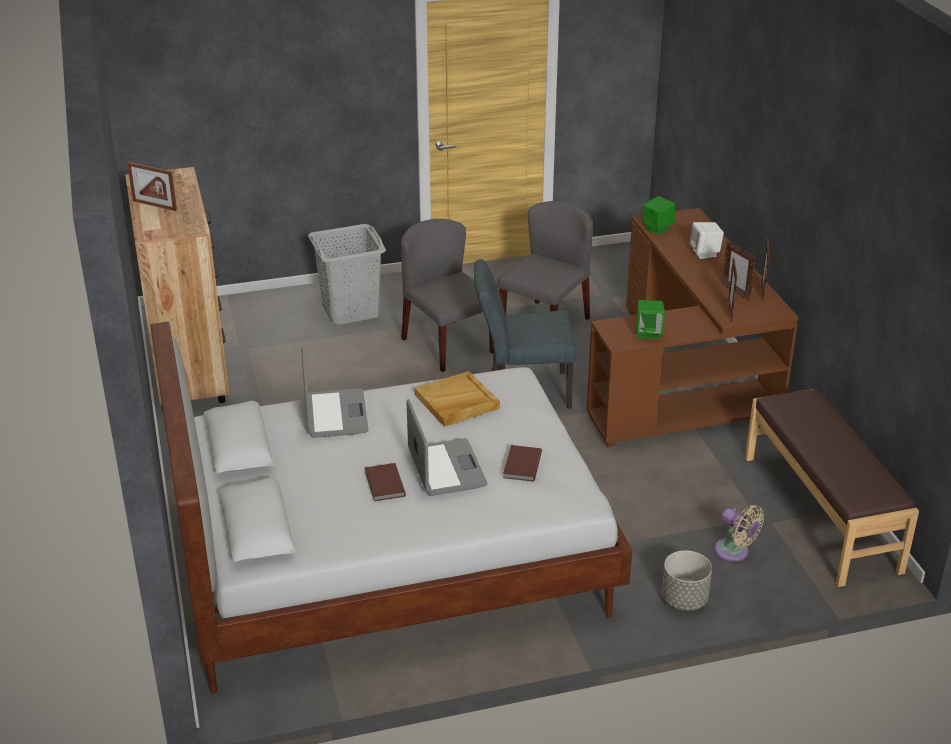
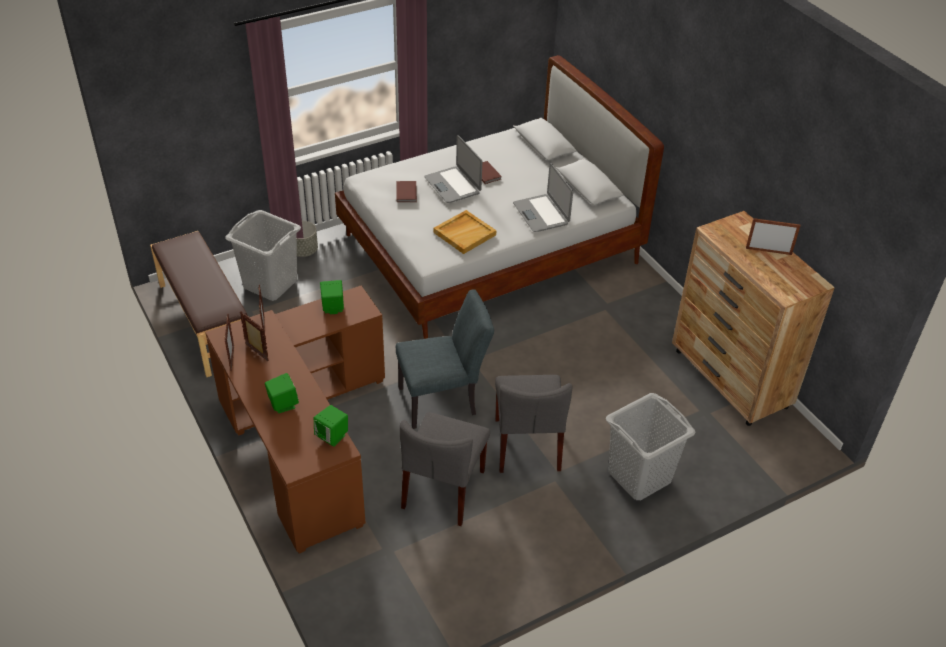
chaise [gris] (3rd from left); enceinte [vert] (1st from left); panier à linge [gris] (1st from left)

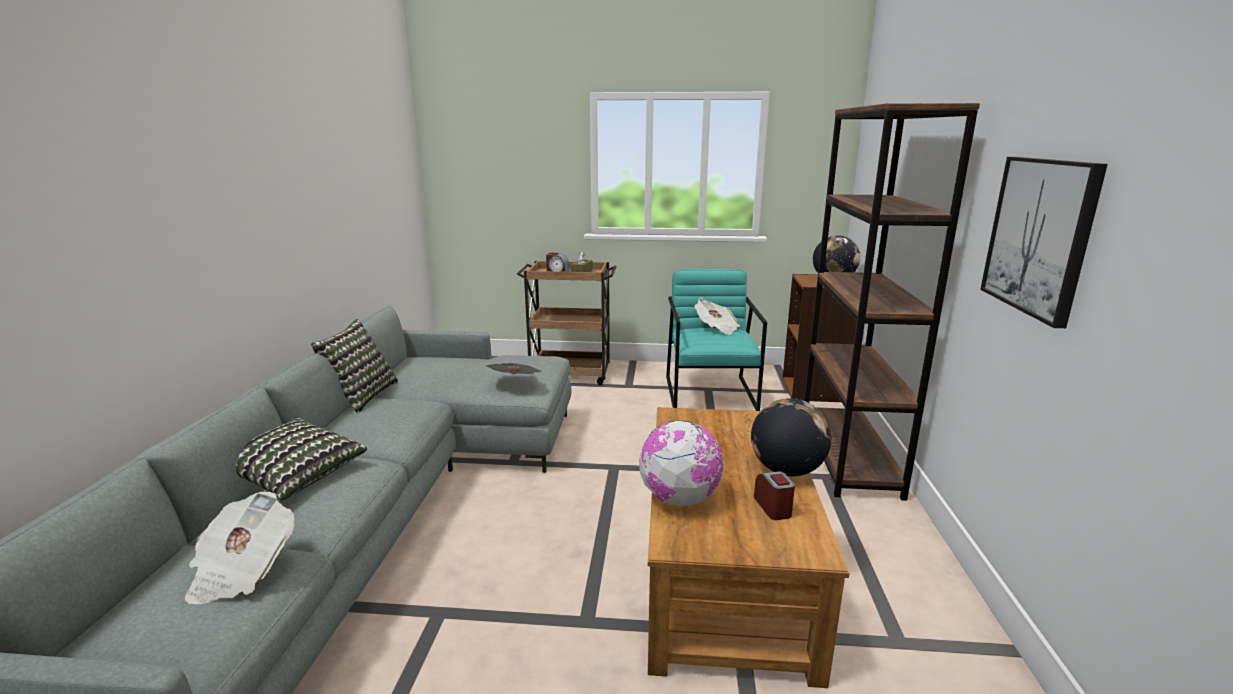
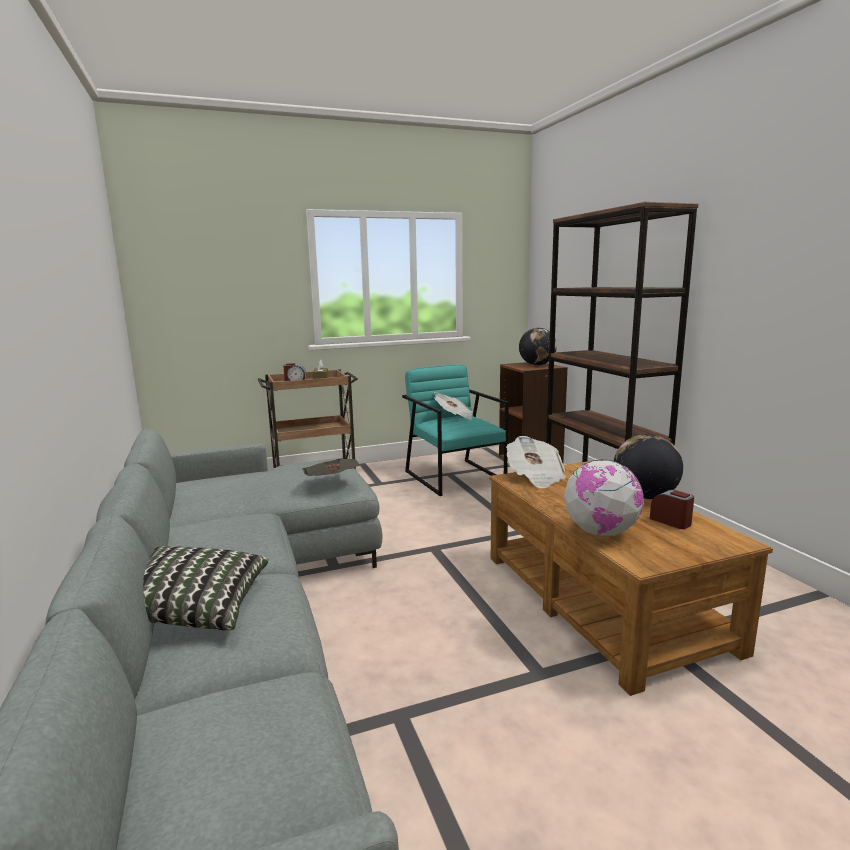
journal (3rd from left); coussin (2nd from left in the first image); tableau

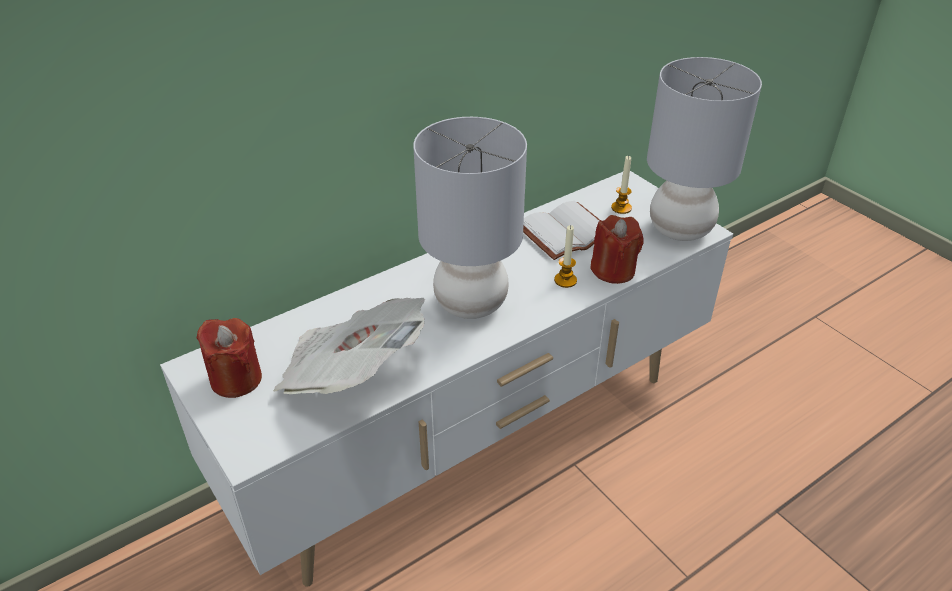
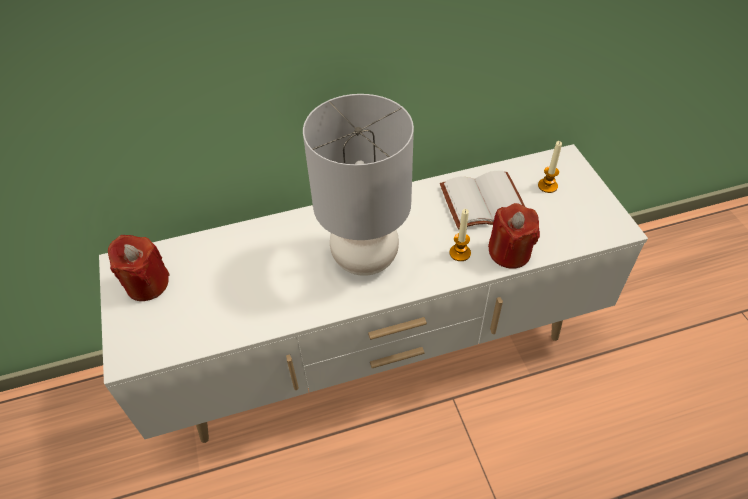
journal; lampe de table [gris] (2nd from left in the first image)

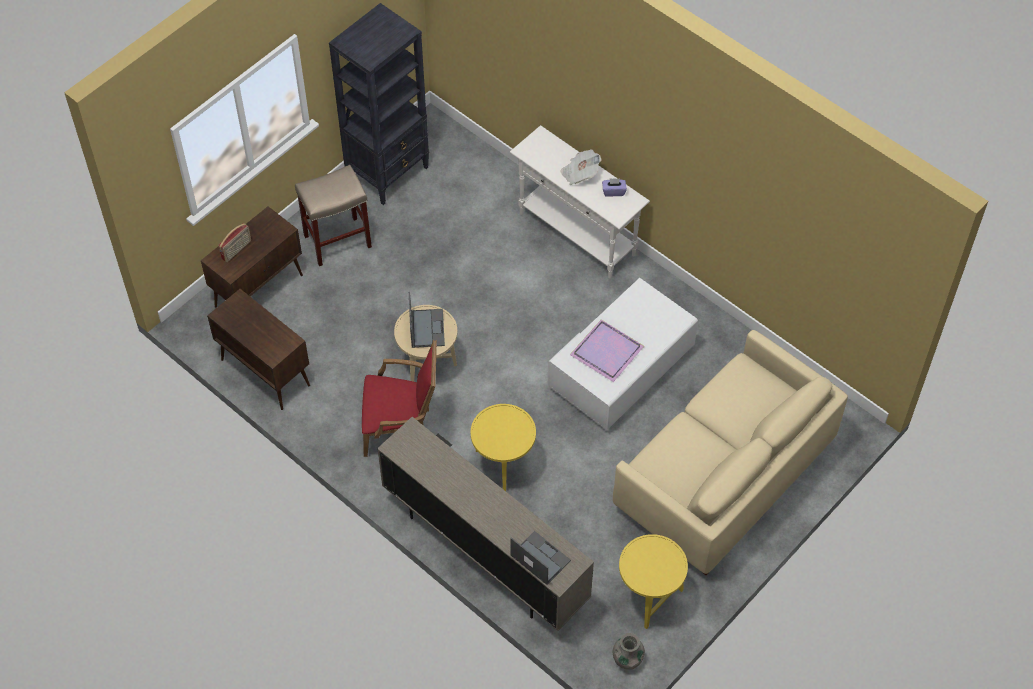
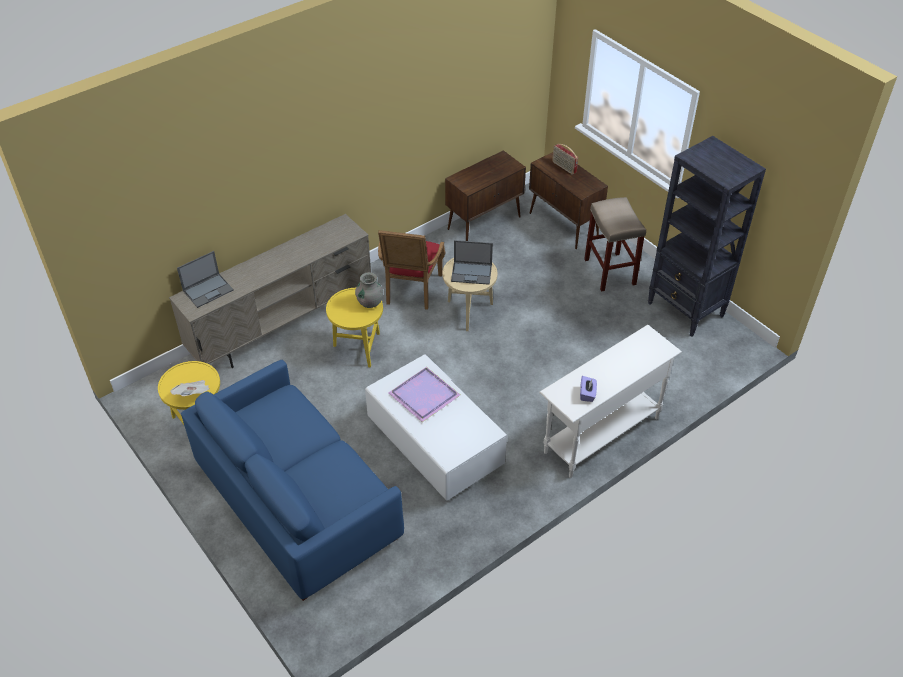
journal; canapé [bleu]; vase [gris]

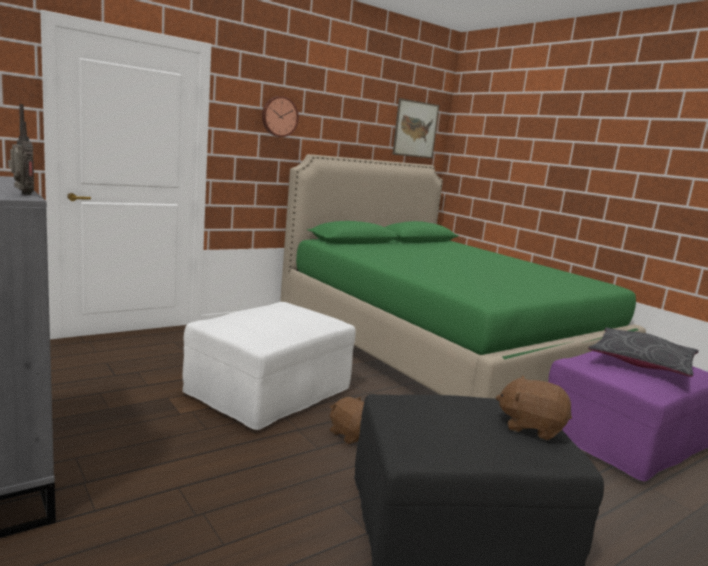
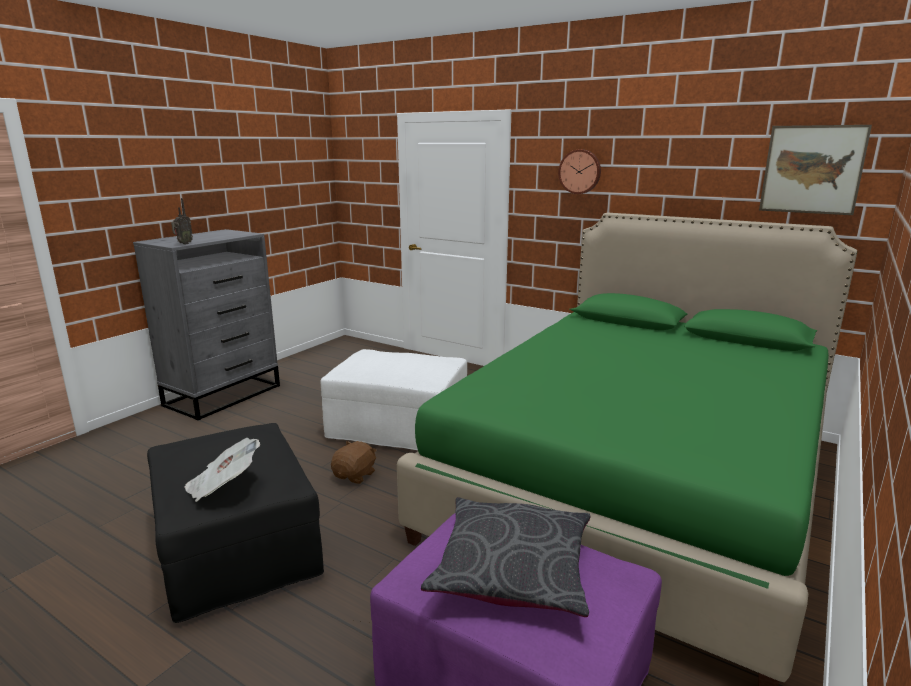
journal

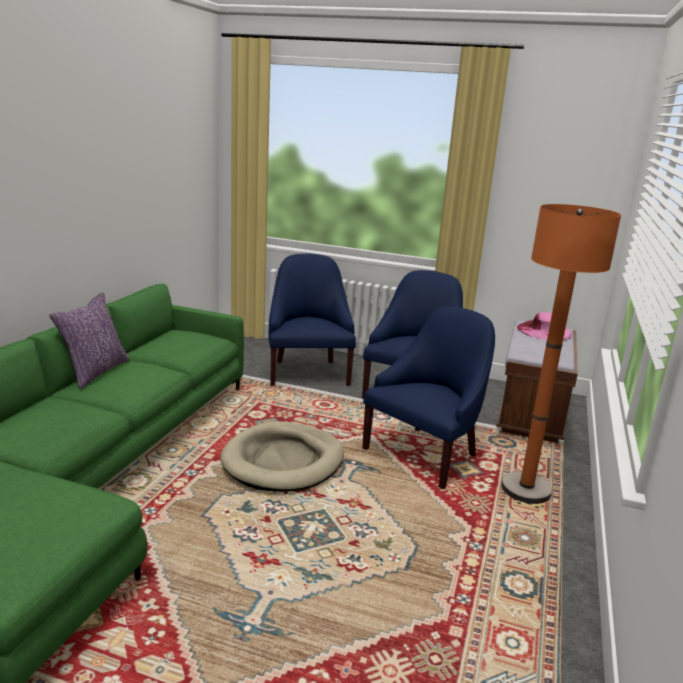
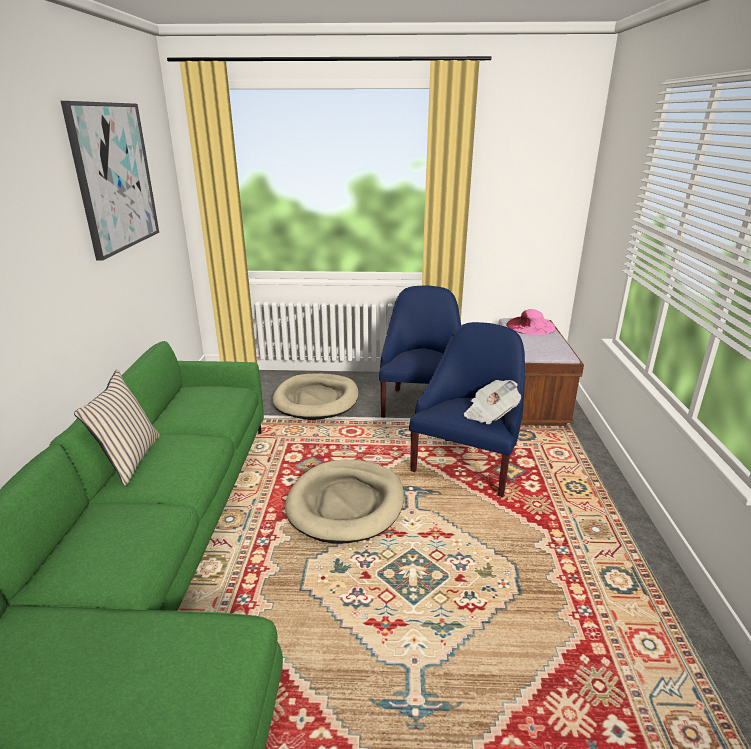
coussin [beige]; panier pour chien [beige] (1st from left); lampadaire [orange]; tableau; journal

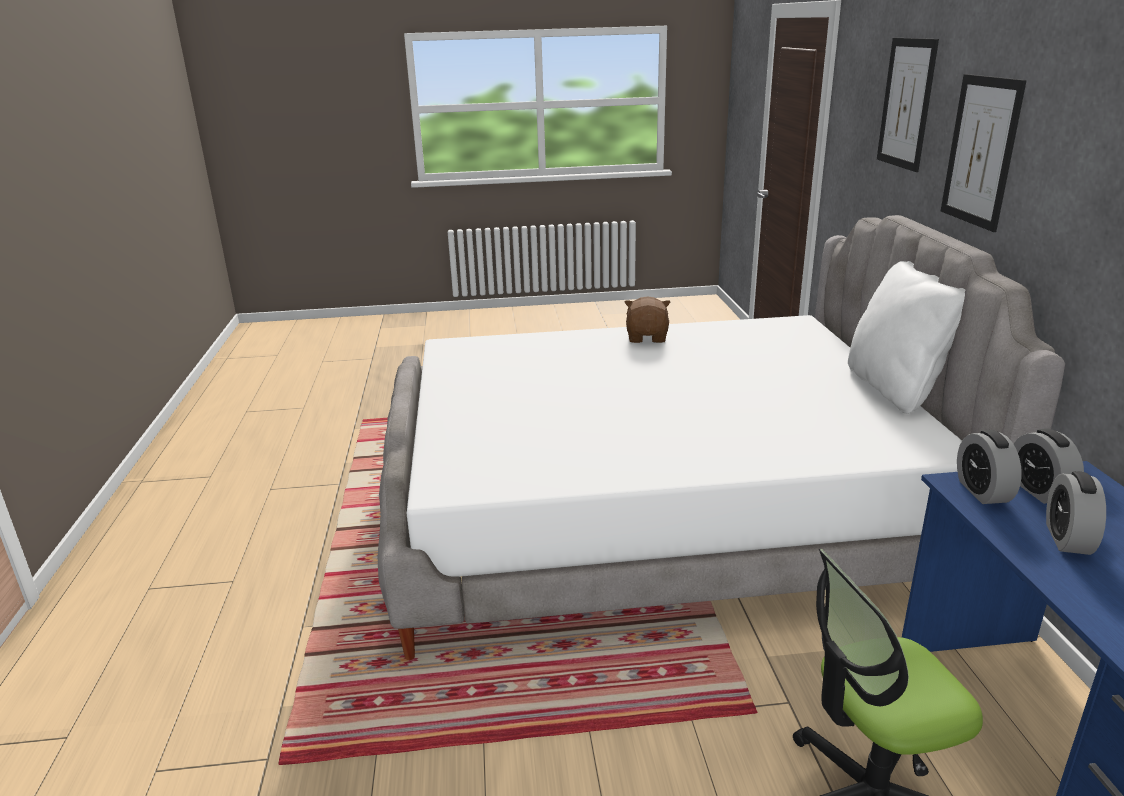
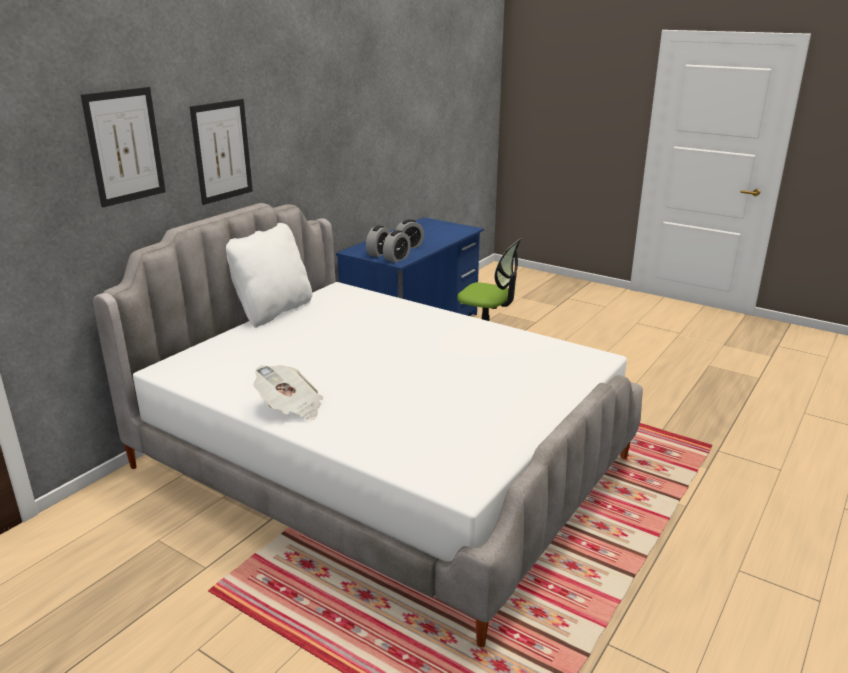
journal

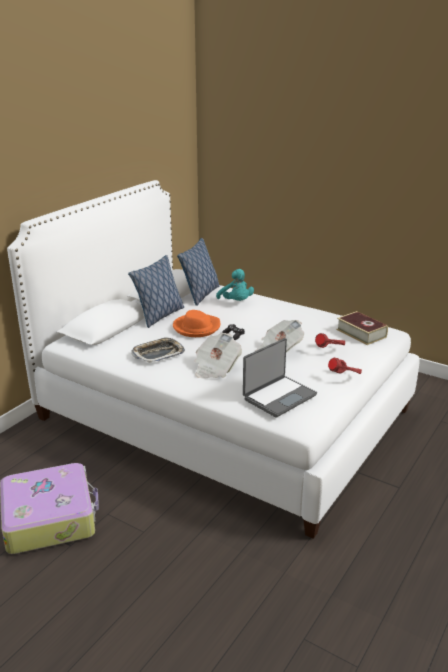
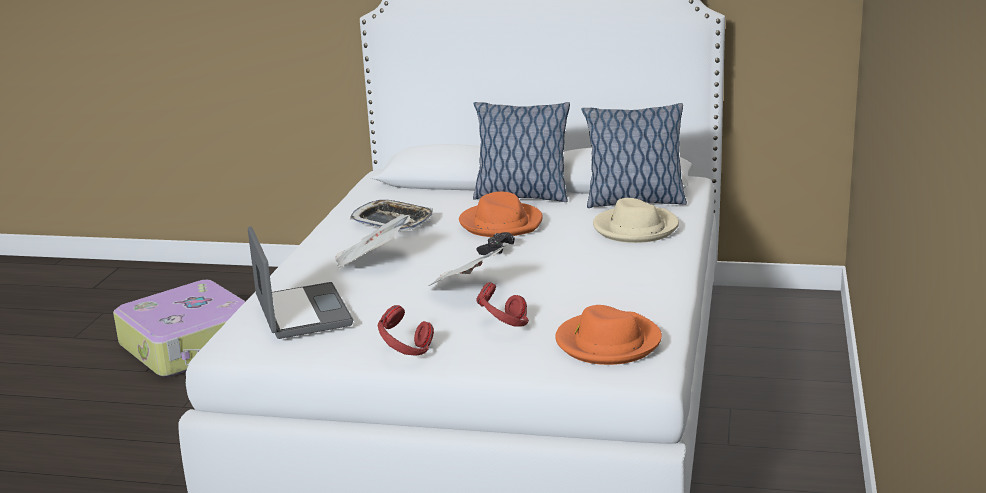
chapeau [beige]; ordinateur portable; chapeau [orange] (2nd from left)

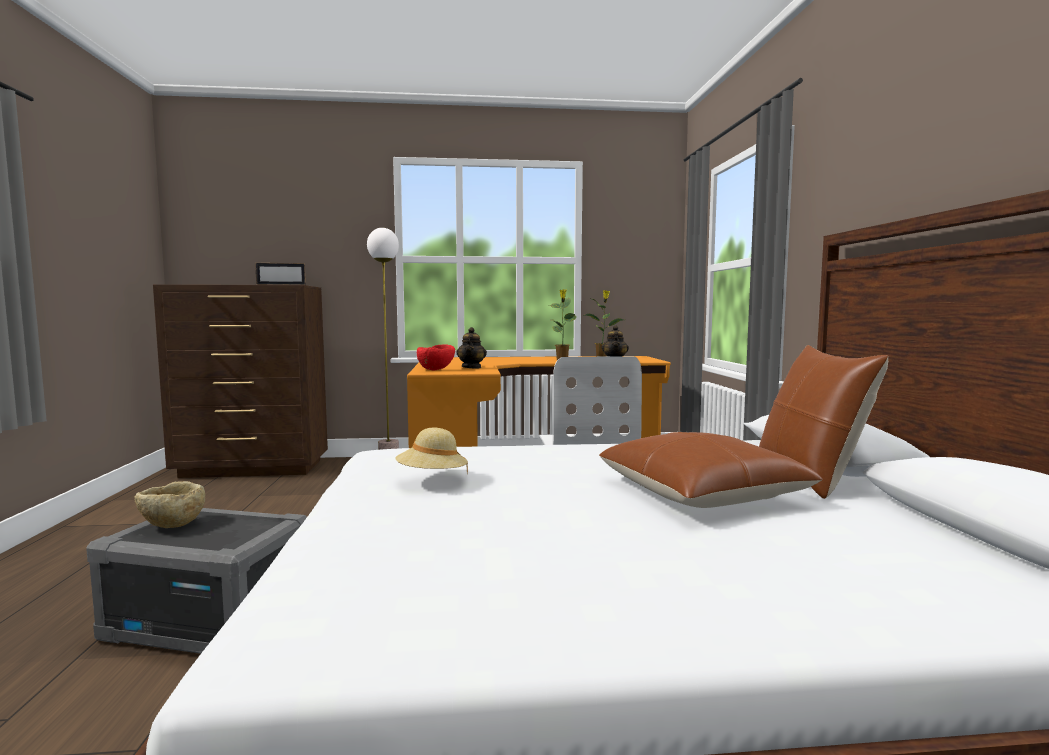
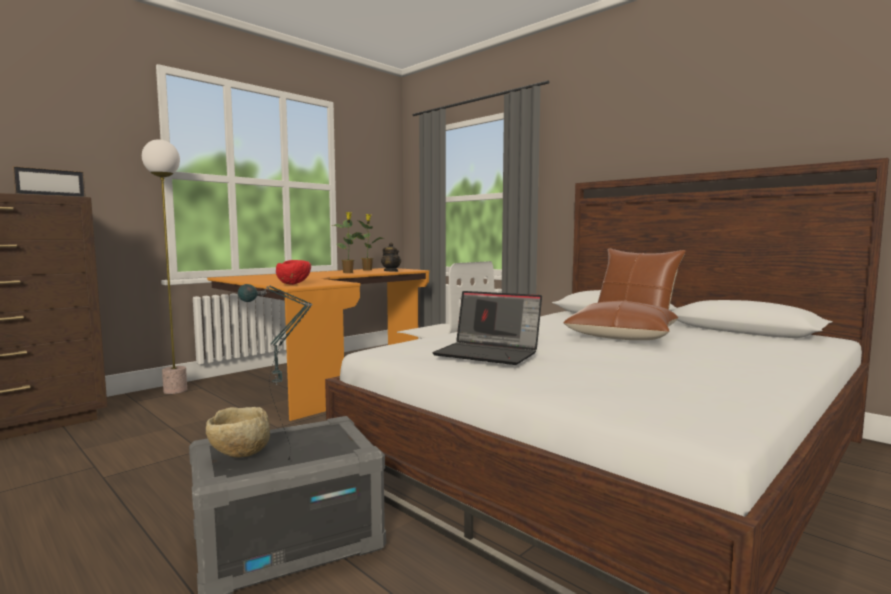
ordinateur portable; théière (1st from left in the first image); lampe de table

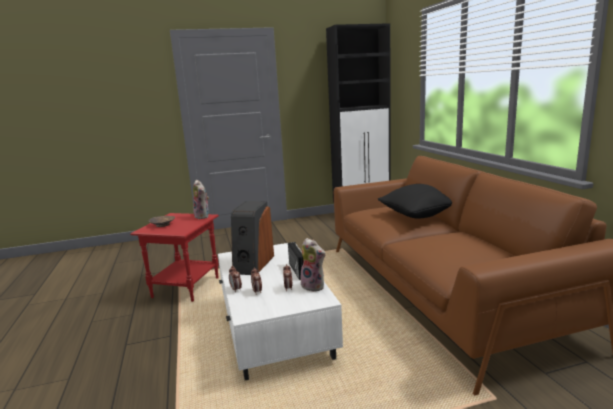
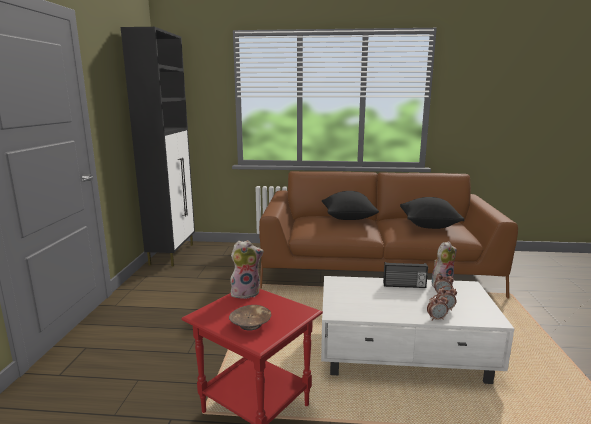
enceinte; coussin [noir] (2nd from left)

